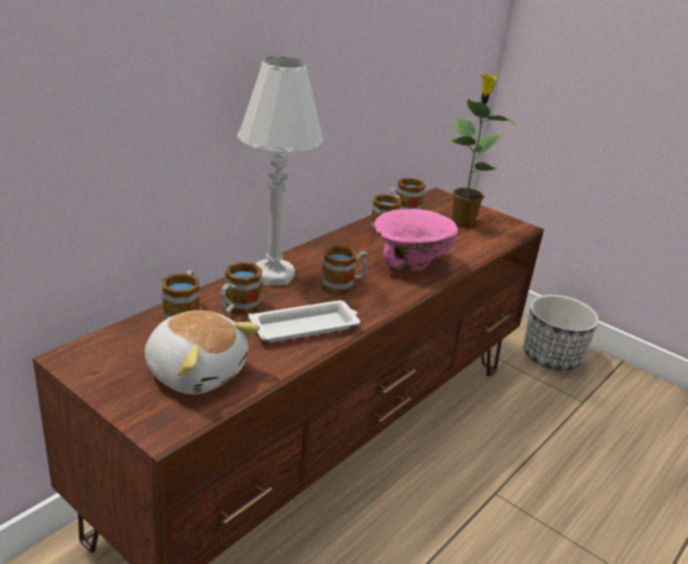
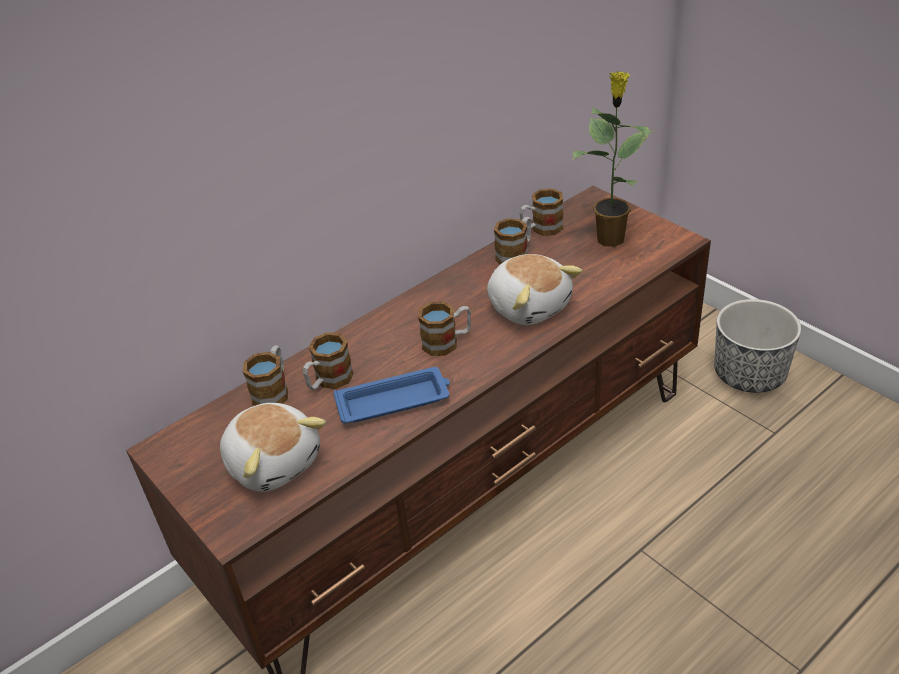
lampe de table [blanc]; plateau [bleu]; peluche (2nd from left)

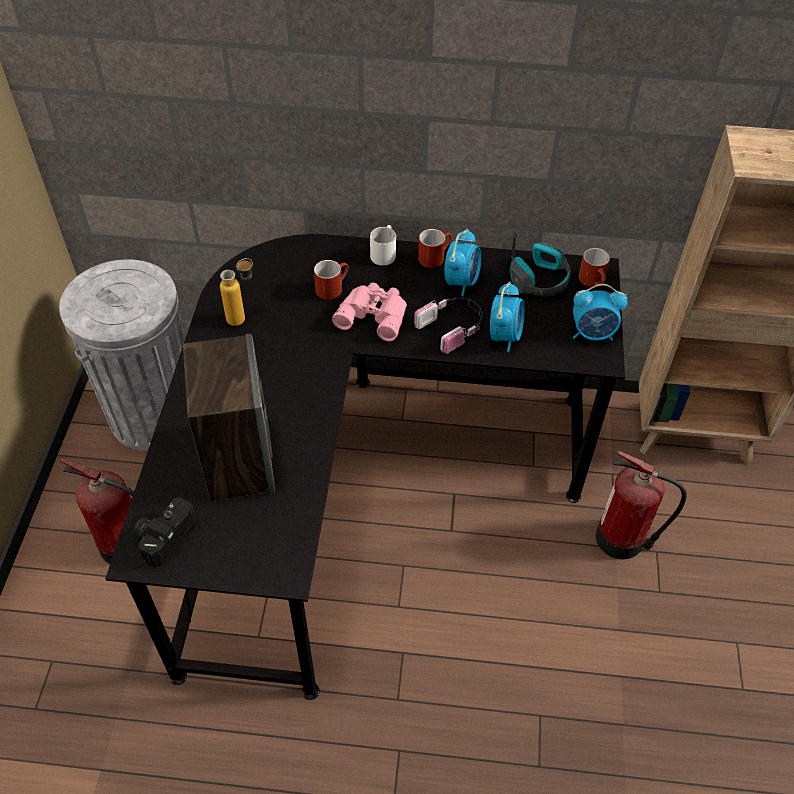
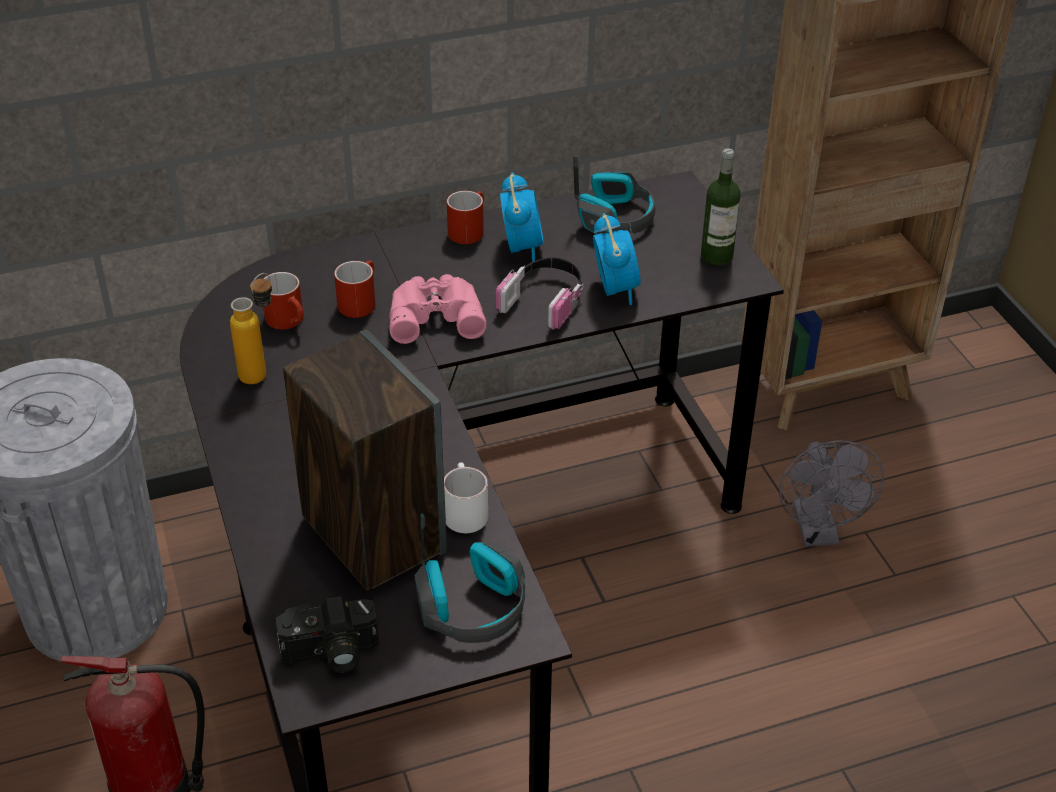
appareil photo; mug [blanc]; bouteille (2nd from left); mug [rouge] (1st from left); ventilateur [gris]; casque audio (1st from left)

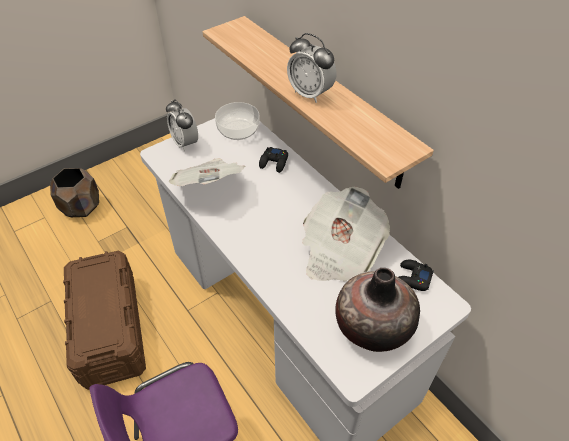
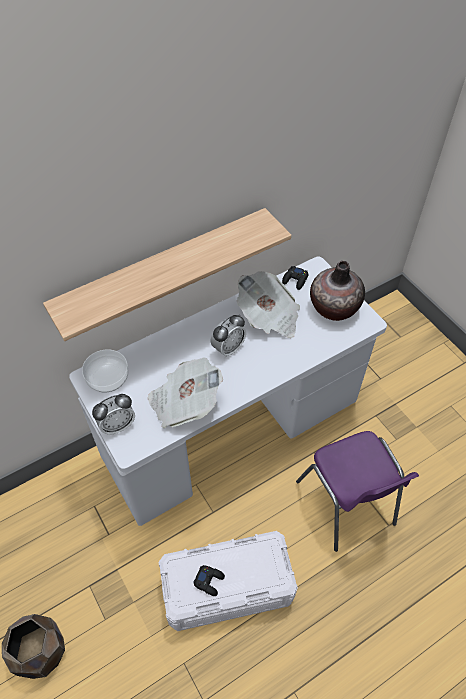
boîte de rangement [blanc]; manette [noir] (1st from left); réveil (2nd from left)

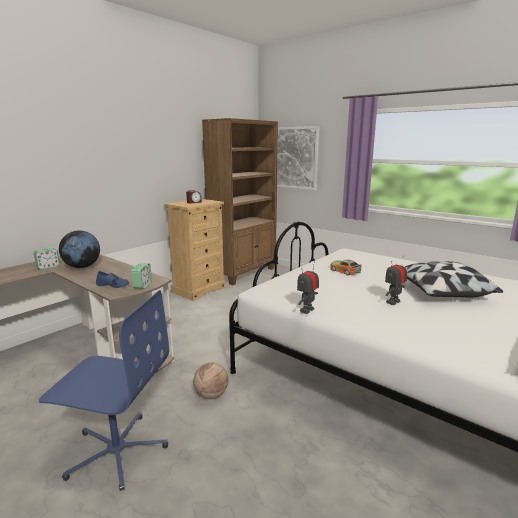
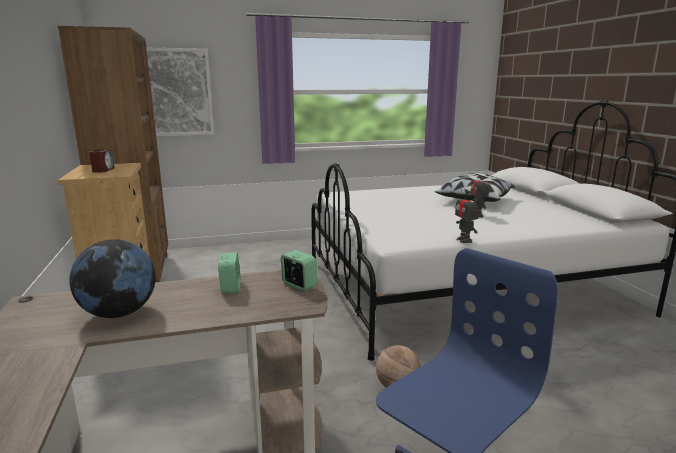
réveil (2nd from left); chaussure [bleu]; petite voiture

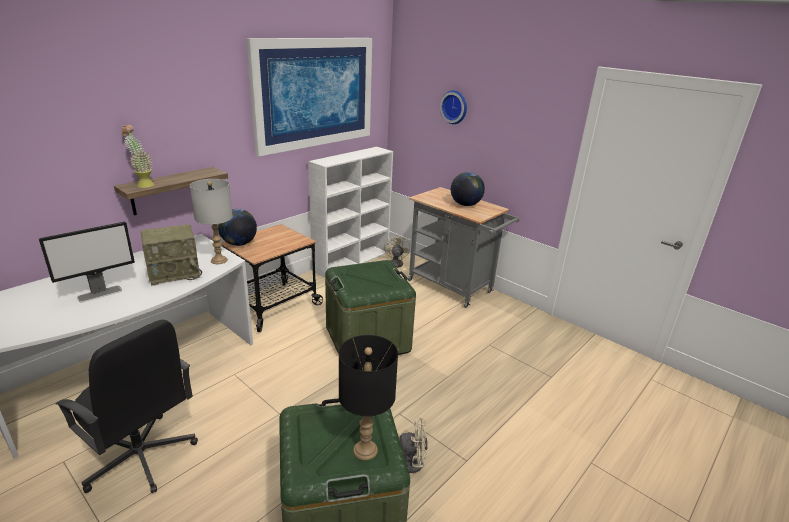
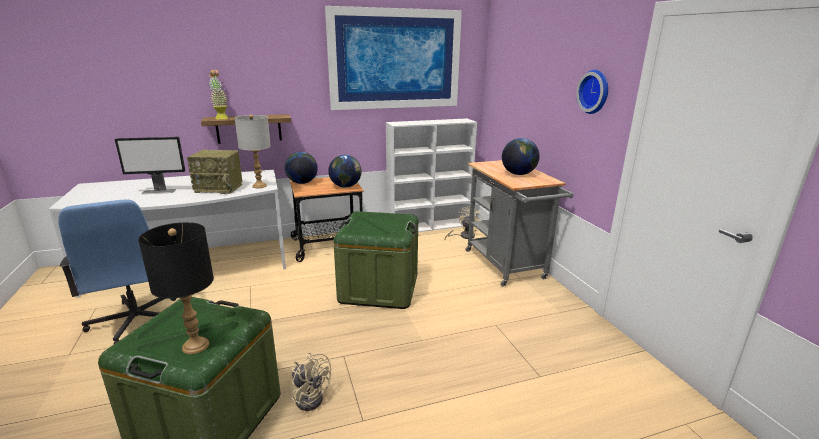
chaise de bureau [bleu]; horloge murale; globe (2nd from left)

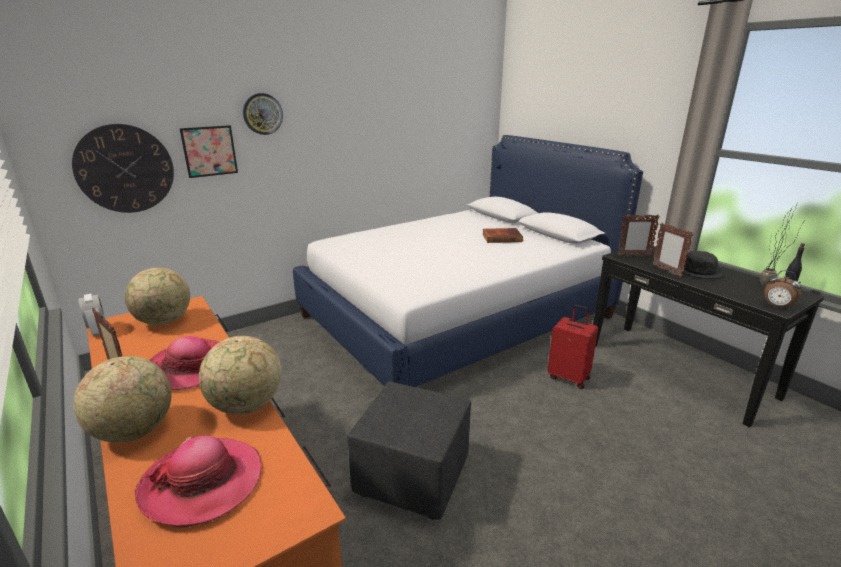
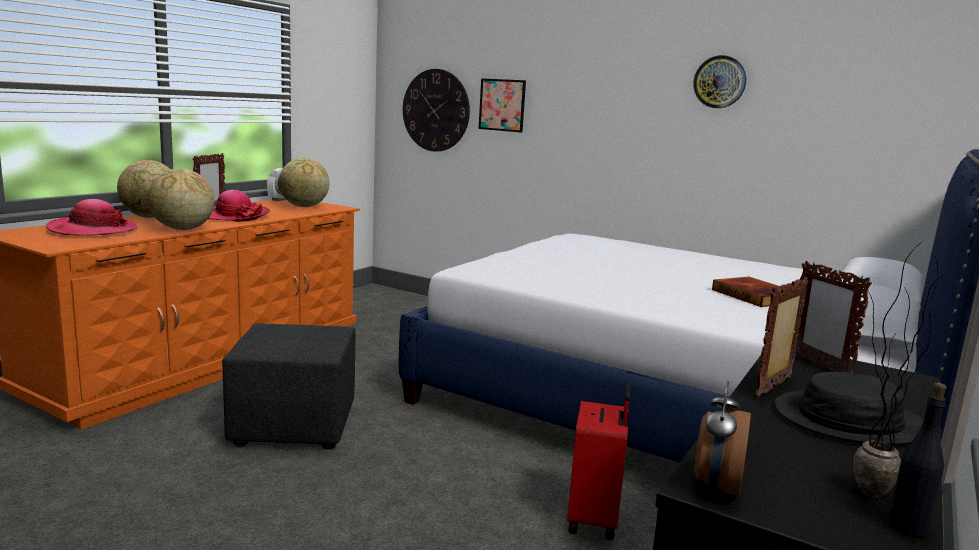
horloge murale (2nd from left)

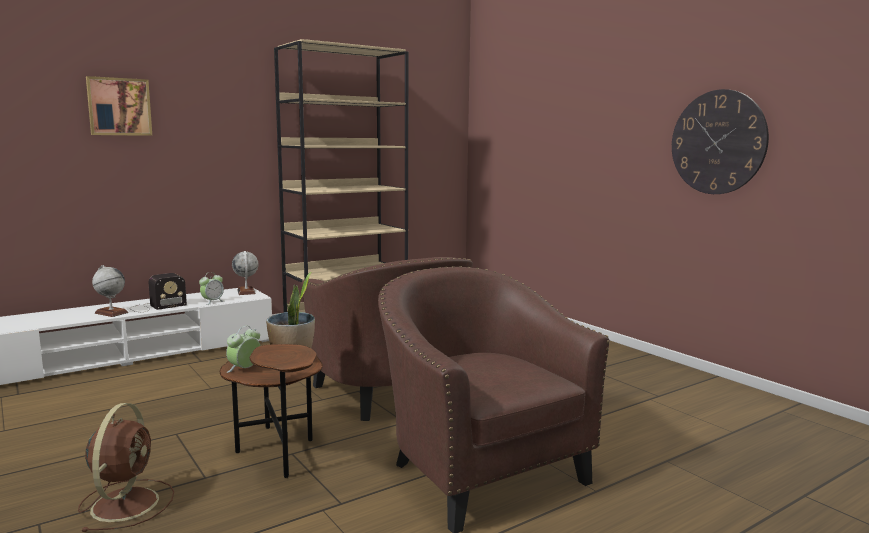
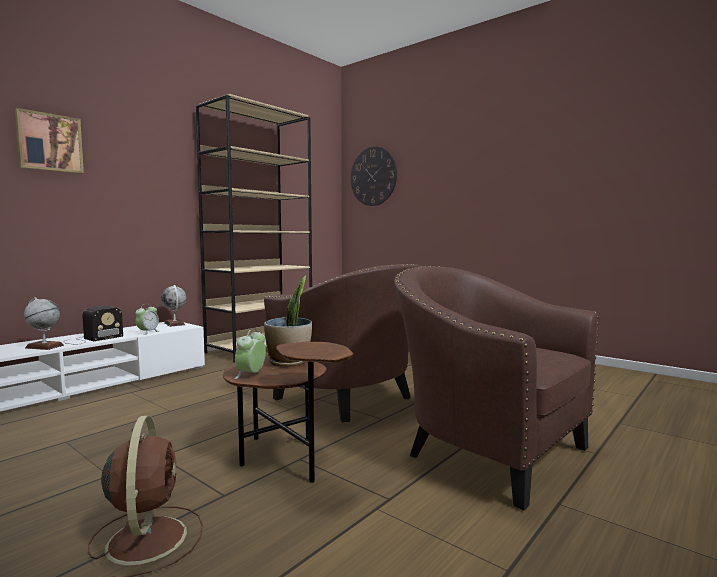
horloge murale

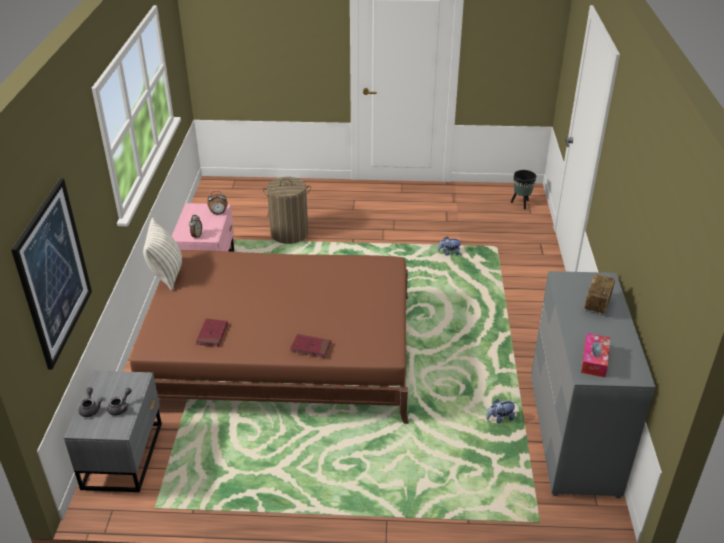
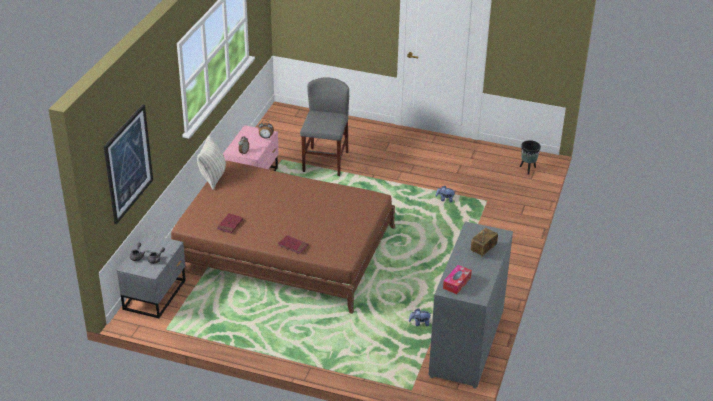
chaise [gris]

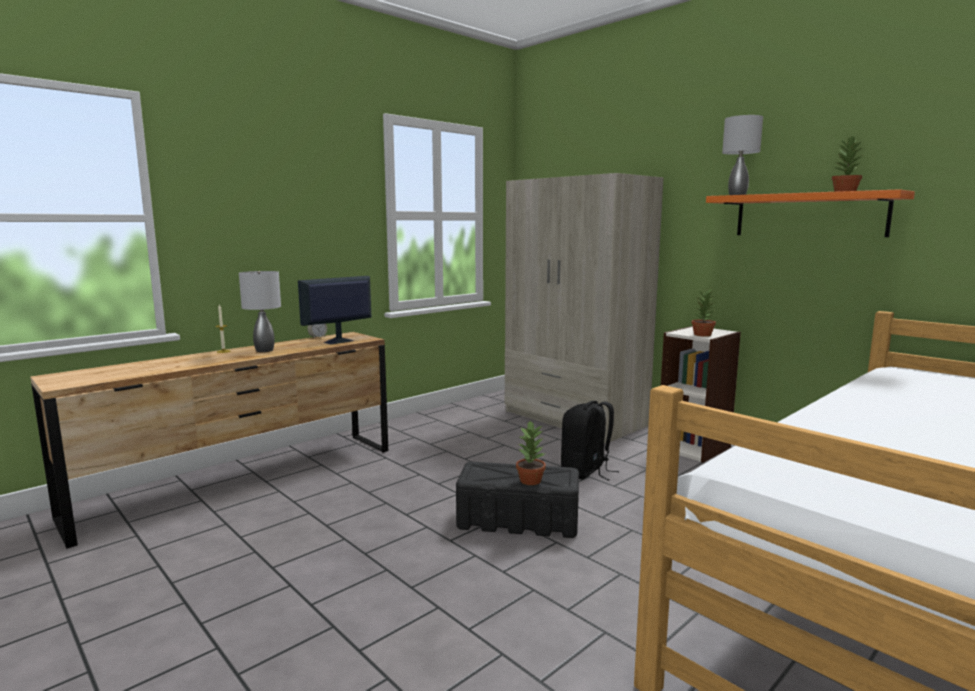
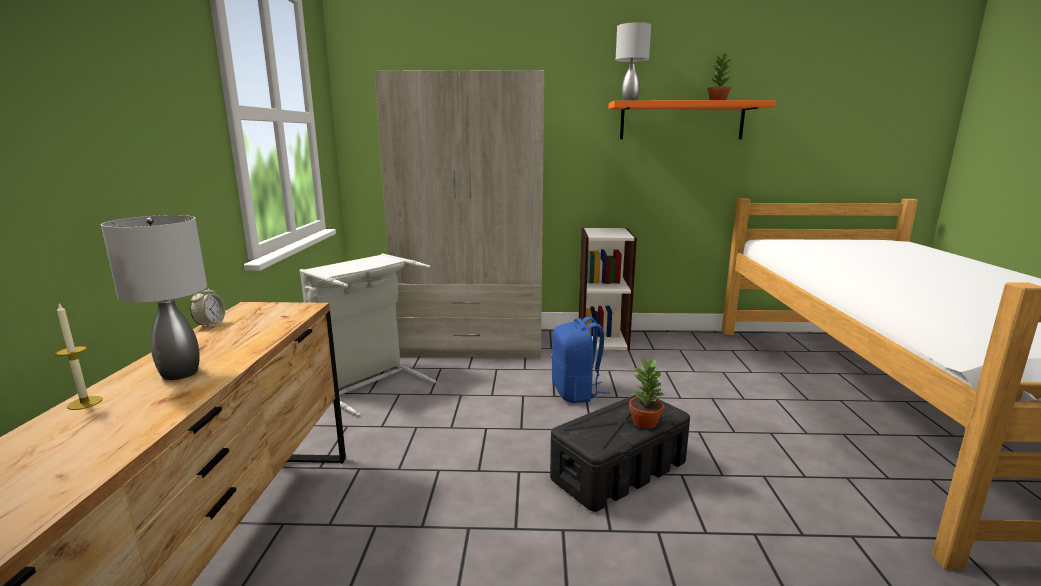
écran d'ordinateur; sac à dos [bleu]; plante en pot (2nd from left in the first image); panier à linge [gris]

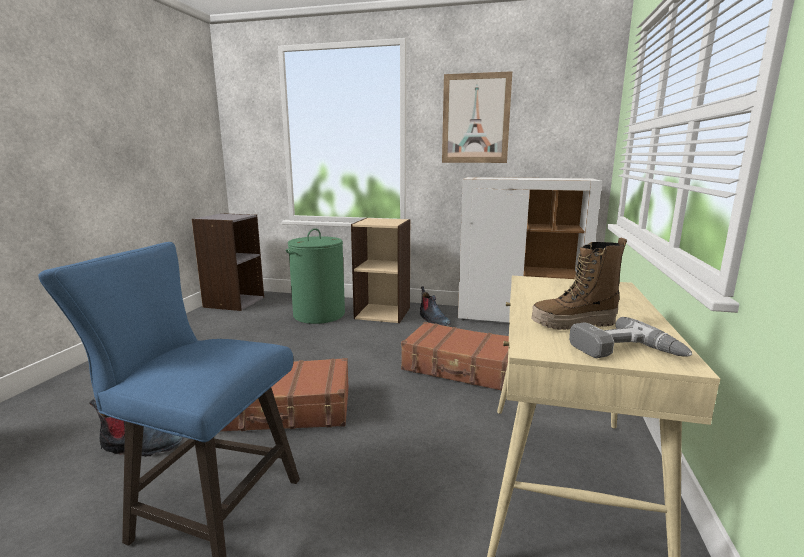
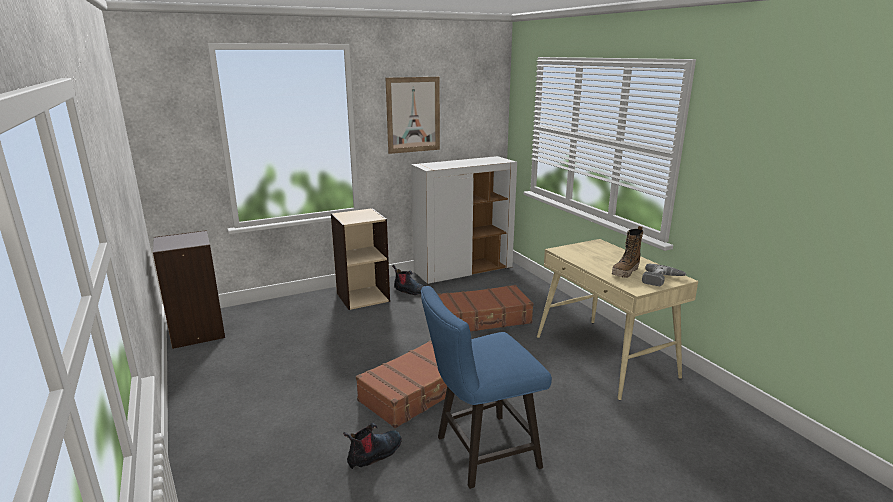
panier à linge [vert]

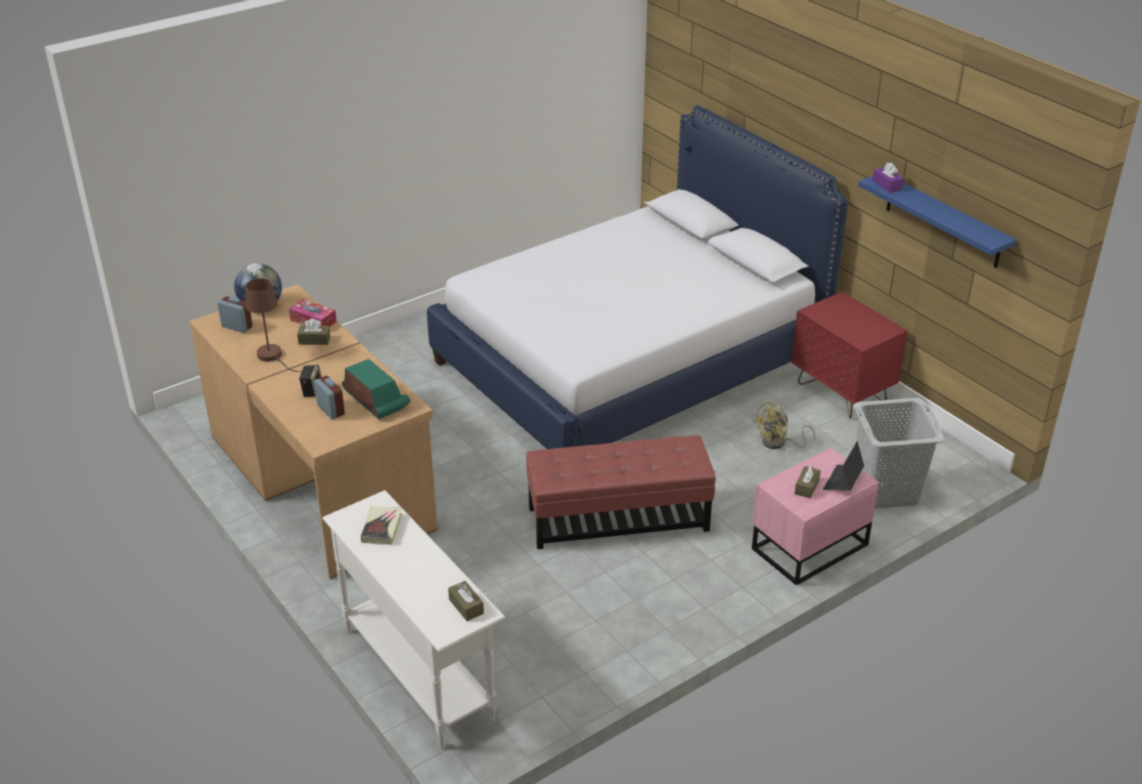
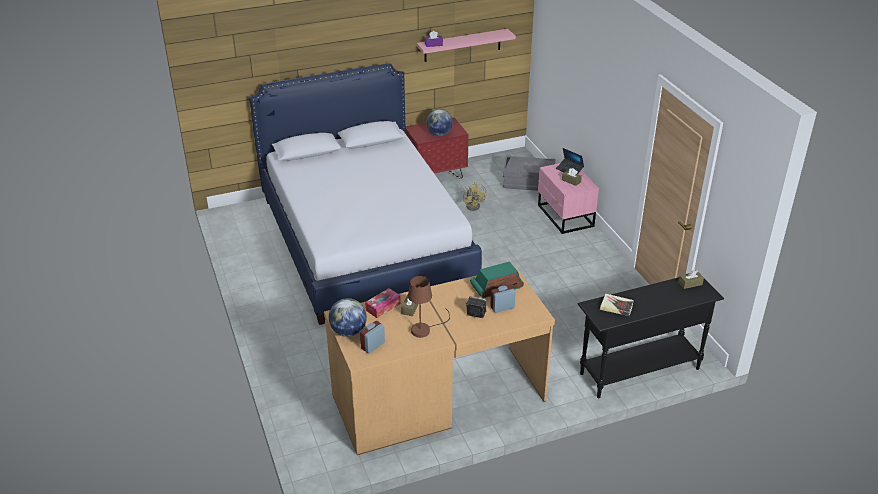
table console [noir]; pouf [rouge]; boîte de rangement [gris]; étagère [rose]; globe (2nd from left)

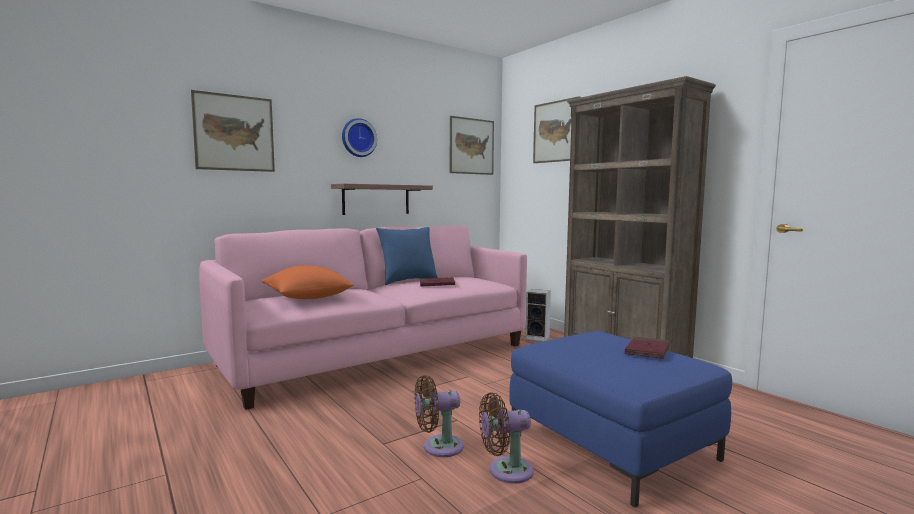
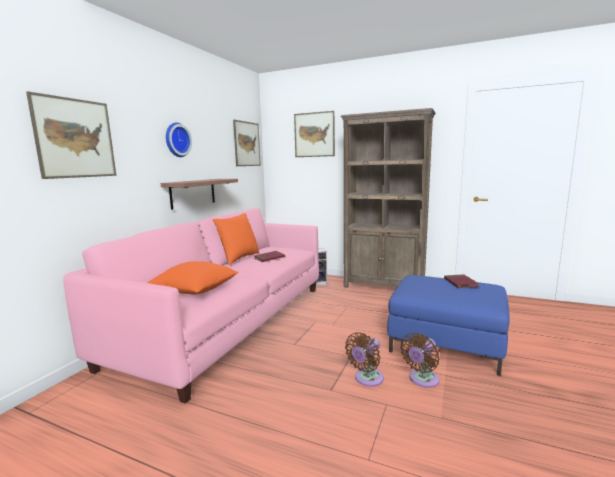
coussin [orange] (2nd from left)

